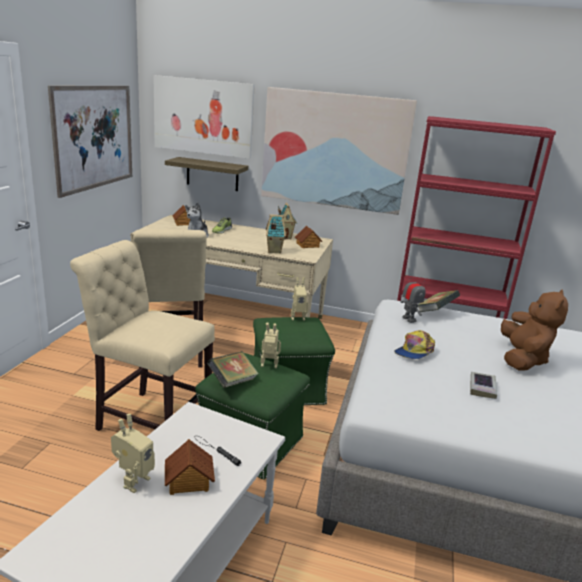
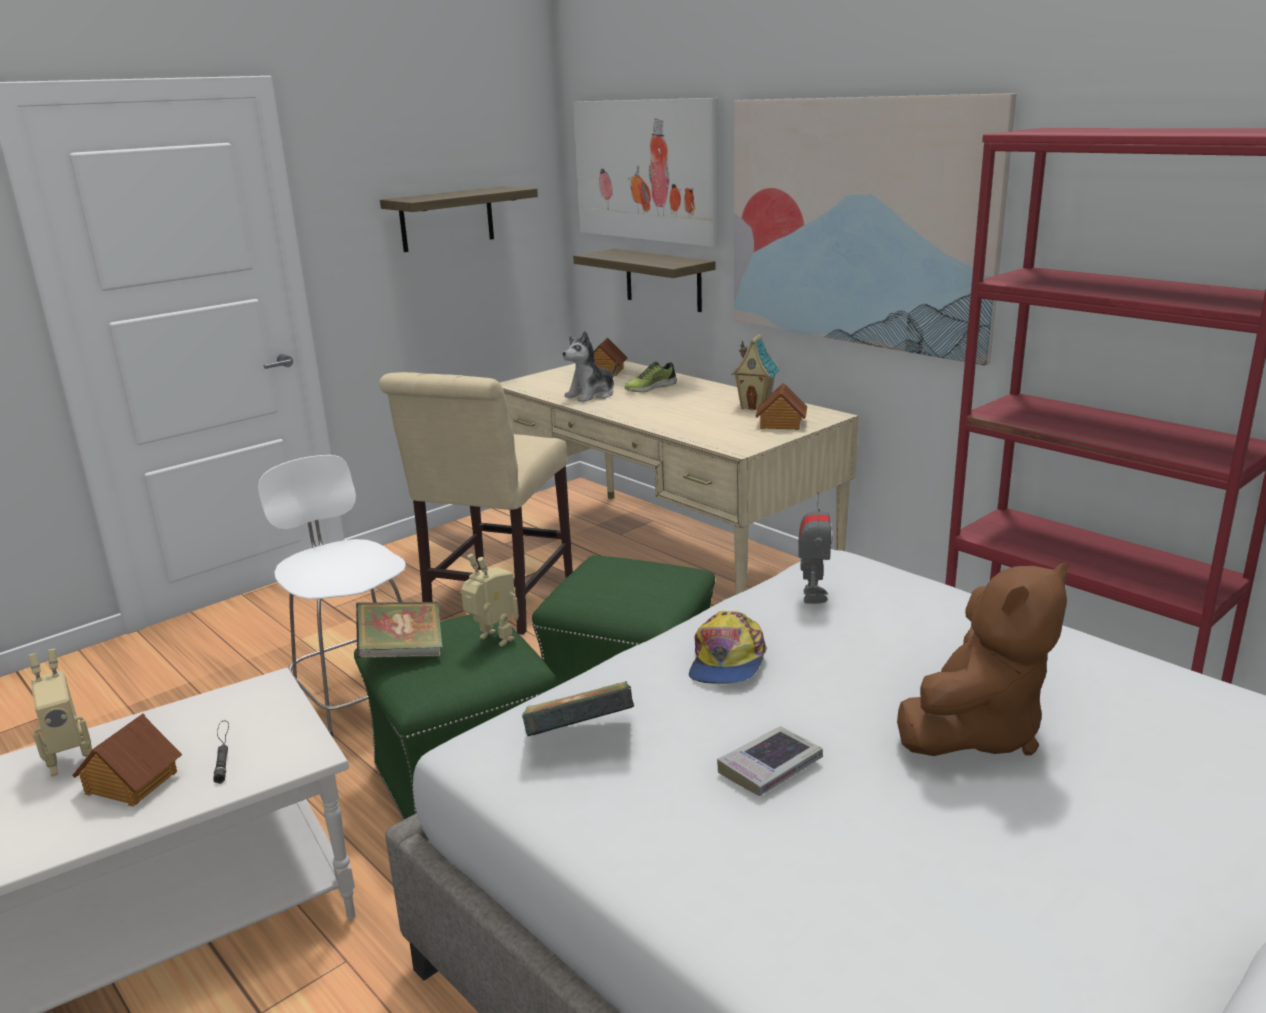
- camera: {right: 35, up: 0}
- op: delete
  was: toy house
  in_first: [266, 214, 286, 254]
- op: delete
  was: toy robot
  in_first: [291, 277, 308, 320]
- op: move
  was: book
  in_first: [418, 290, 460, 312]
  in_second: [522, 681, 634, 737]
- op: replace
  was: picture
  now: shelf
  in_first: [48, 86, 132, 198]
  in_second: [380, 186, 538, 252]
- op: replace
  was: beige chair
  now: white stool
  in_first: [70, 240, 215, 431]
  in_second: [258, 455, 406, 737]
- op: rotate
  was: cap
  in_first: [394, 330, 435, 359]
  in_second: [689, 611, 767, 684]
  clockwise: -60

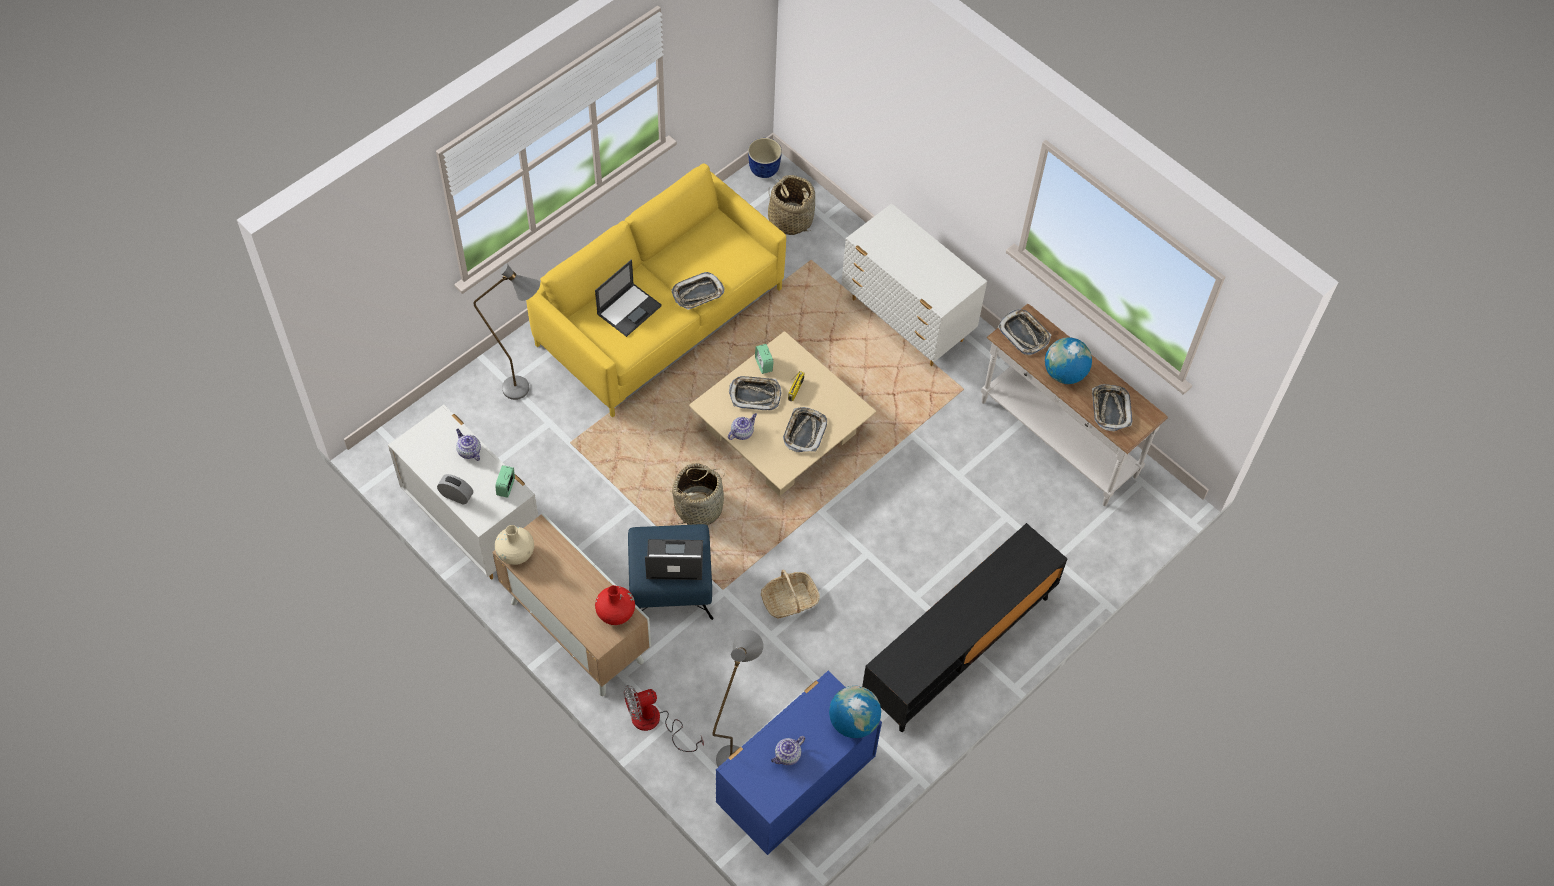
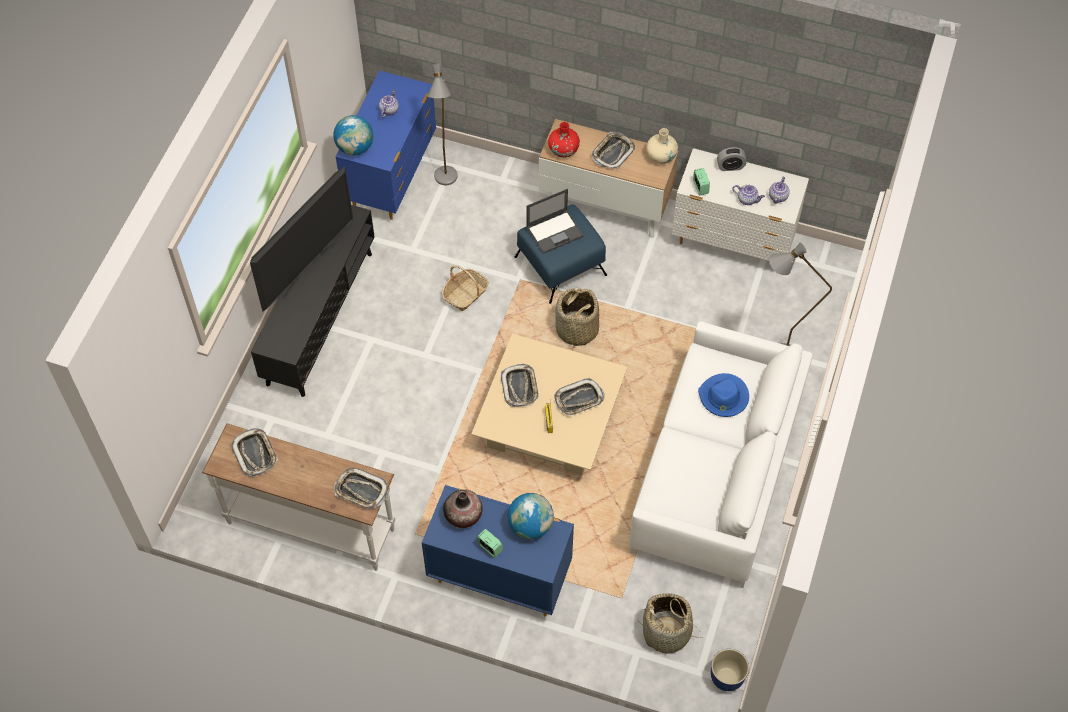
- camera: {right: 155, up: 0}
- op: delete
  was: fan
  in_first: [624, 685, 704, 752]
- op: insert
  now: television
  in_second: [250, 166, 353, 312]
- op: insert
  now: vase
  in_second: [443, 490, 483, 528]
- op: move
  was: tray
  in_first: [671, 272, 724, 310]
  in_second: [592, 132, 635, 169]
- op: move
  was: teapot
  in_first: [728, 413, 757, 440]
  in_second: [769, 177, 790, 204]
- op: move
  was: alarm clock
  in_first: [755, 344, 773, 374]
  in_second: [477, 529, 503, 558]
- op: move
  was: globe
  in_first: [1045, 337, 1092, 384]
  in_second: [508, 493, 554, 539]
- op: replace
  was: laptop
  now: blue hat
  in_first: [595, 259, 662, 337]
  in_second: [698, 373, 749, 417]
- op: recolor
  was: yellow sofa
  now: white sofa
  in_first: [526, 164, 786, 418]
  in_second: [629, 321, 813, 588]
- op: recolor
  was: white dresser
  now: blue dresser
  in_first: [841, 203, 987, 366]
  in_second: [422, 485, 574, 616]

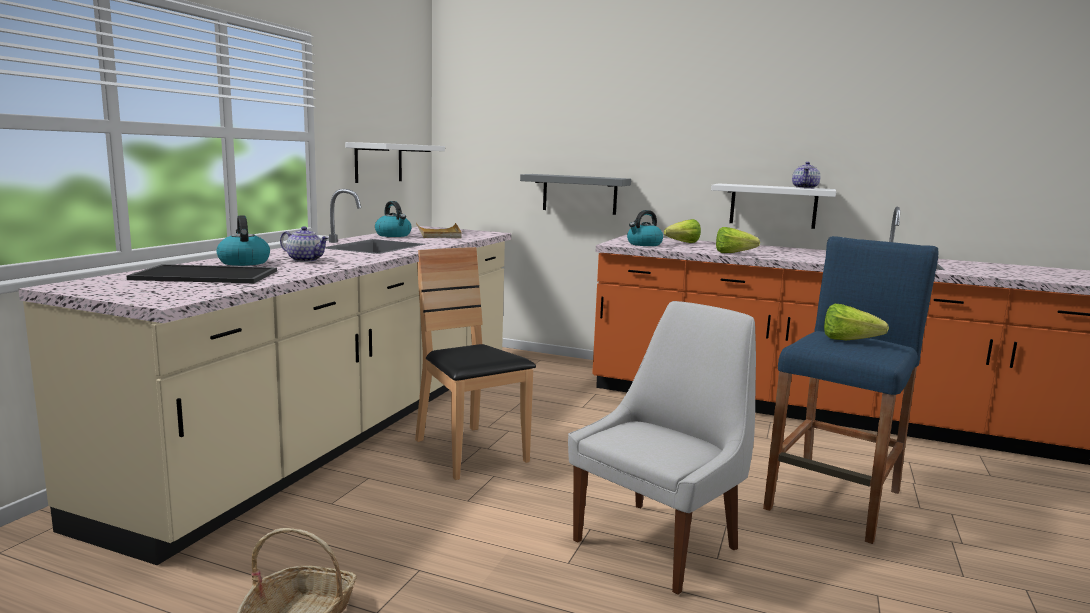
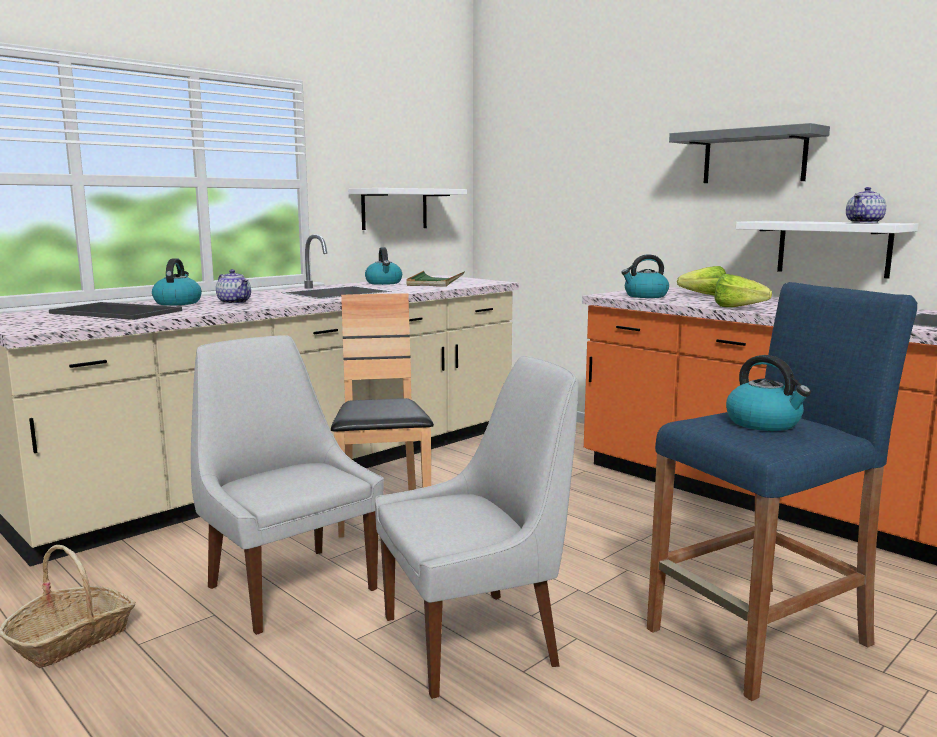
- camera: {right: 25, up: 0}
- op: insert
  now: white chair
  in_second: [191, 335, 384, 635]
- op: move
  was: grey shelf
  in_first: [520, 174, 631, 215]
  in_second: [669, 123, 830, 183]
- op: replace
  was: lettuce
  now: kettle
  in_first: [824, 304, 889, 340]
  in_second: [726, 355, 811, 431]
- op: recolor
  was: beige tray
  now: green tray
  in_first: [416, 223, 462, 238]
  in_second: [406, 271, 465, 287]

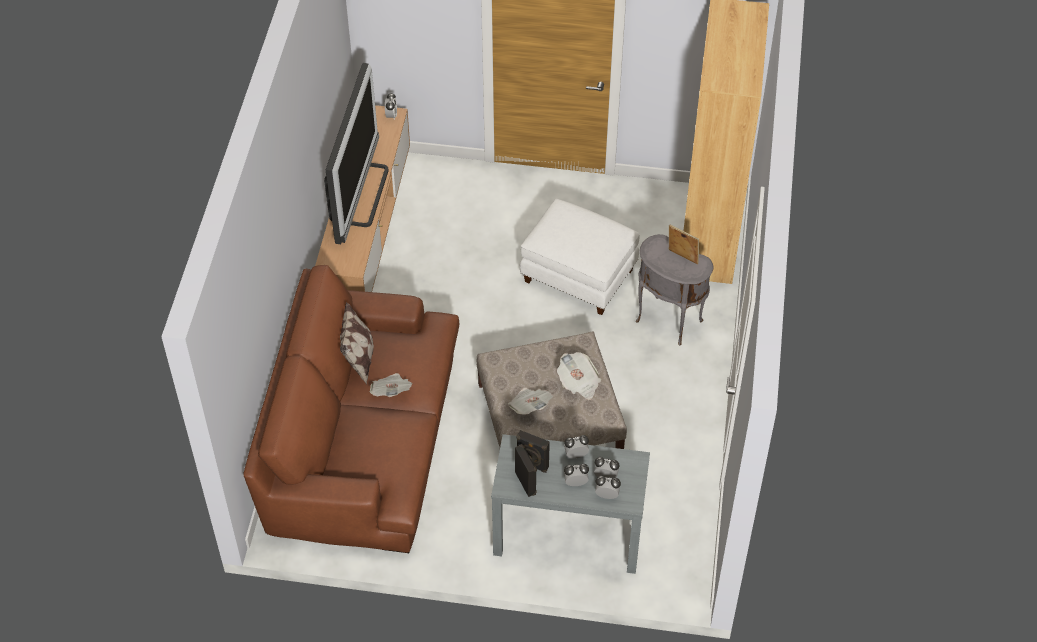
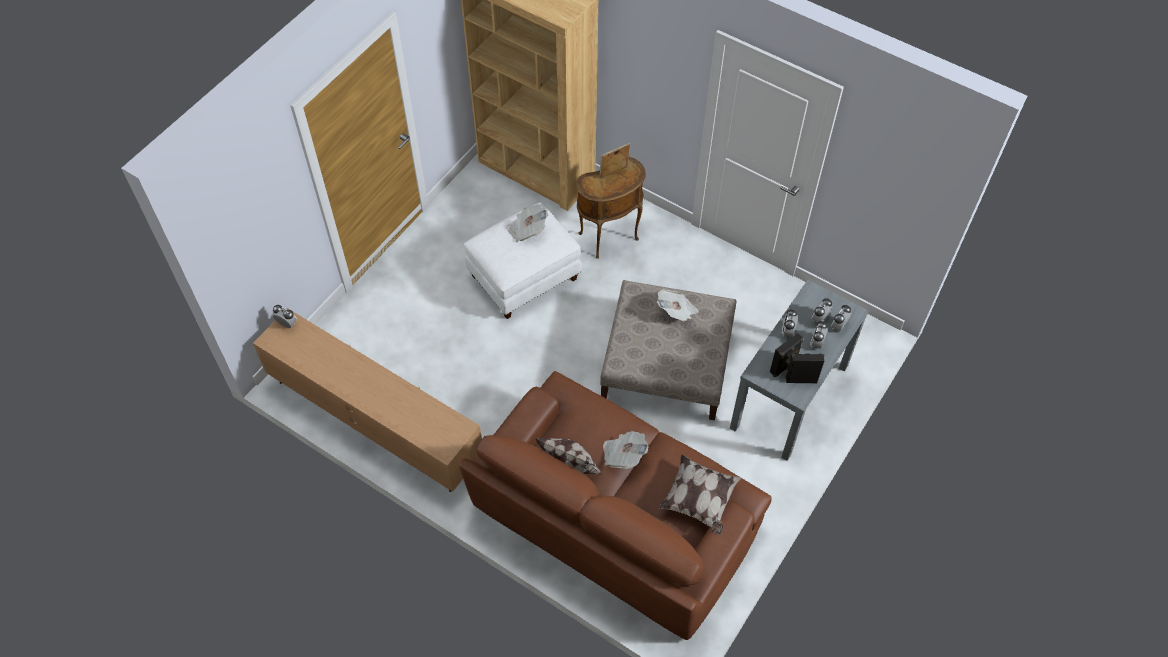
- camera: {right: -65, up: 5}
- op: delete
  was: television
  in_first: [324, 63, 389, 244]
- op: insert
  now: pillow
  in_second: [659, 454, 742, 534]
- op: move
  was: newspaper
  in_first: [508, 388, 553, 415]
  in_second: [506, 204, 548, 243]
- op: recolor
  was: grey side table
  now: brown side table
  in_first: [636, 234, 713, 346]
  in_second: [576, 157, 646, 259]

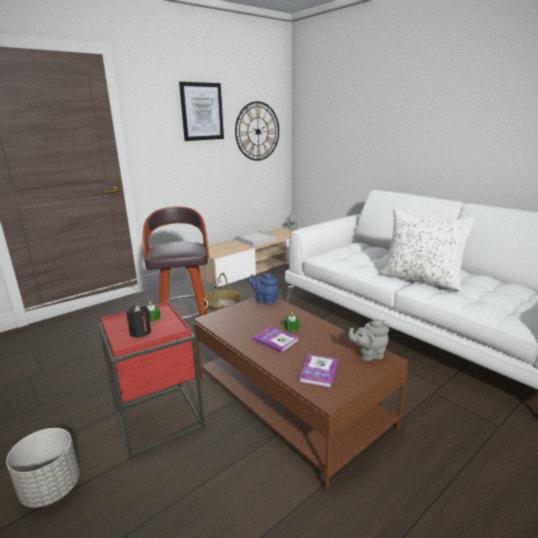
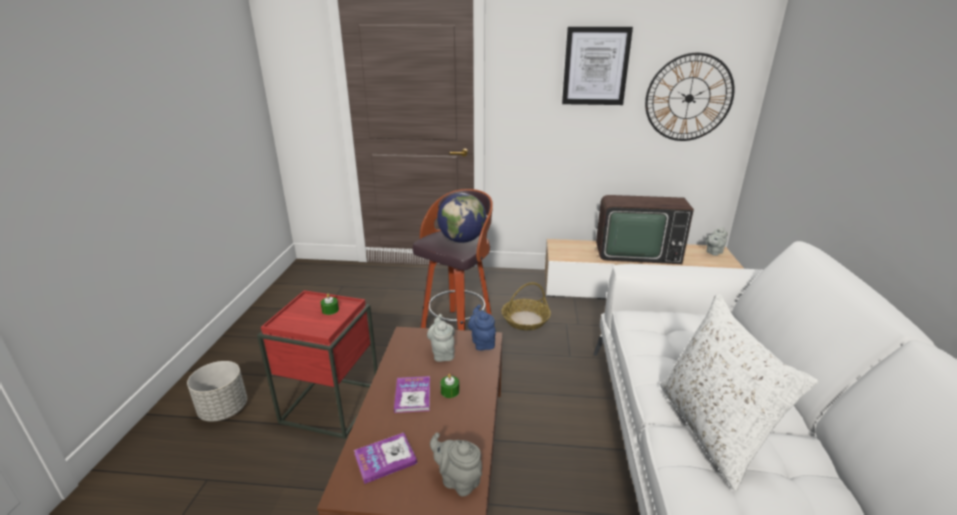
- camera: {right: 45, up: 5}
- op: delete
  was: black candle
  in_first: [126, 305, 151, 338]
- op: insert
  now: grey teapot
  in_second: [427, 314, 455, 362]
- op: insert
  now: globe
  in_second: [437, 193, 487, 243]
- op: replace
  was: white tray
  now: television
  in_first: [236, 230, 277, 247]
  in_second: [596, 195, 694, 264]

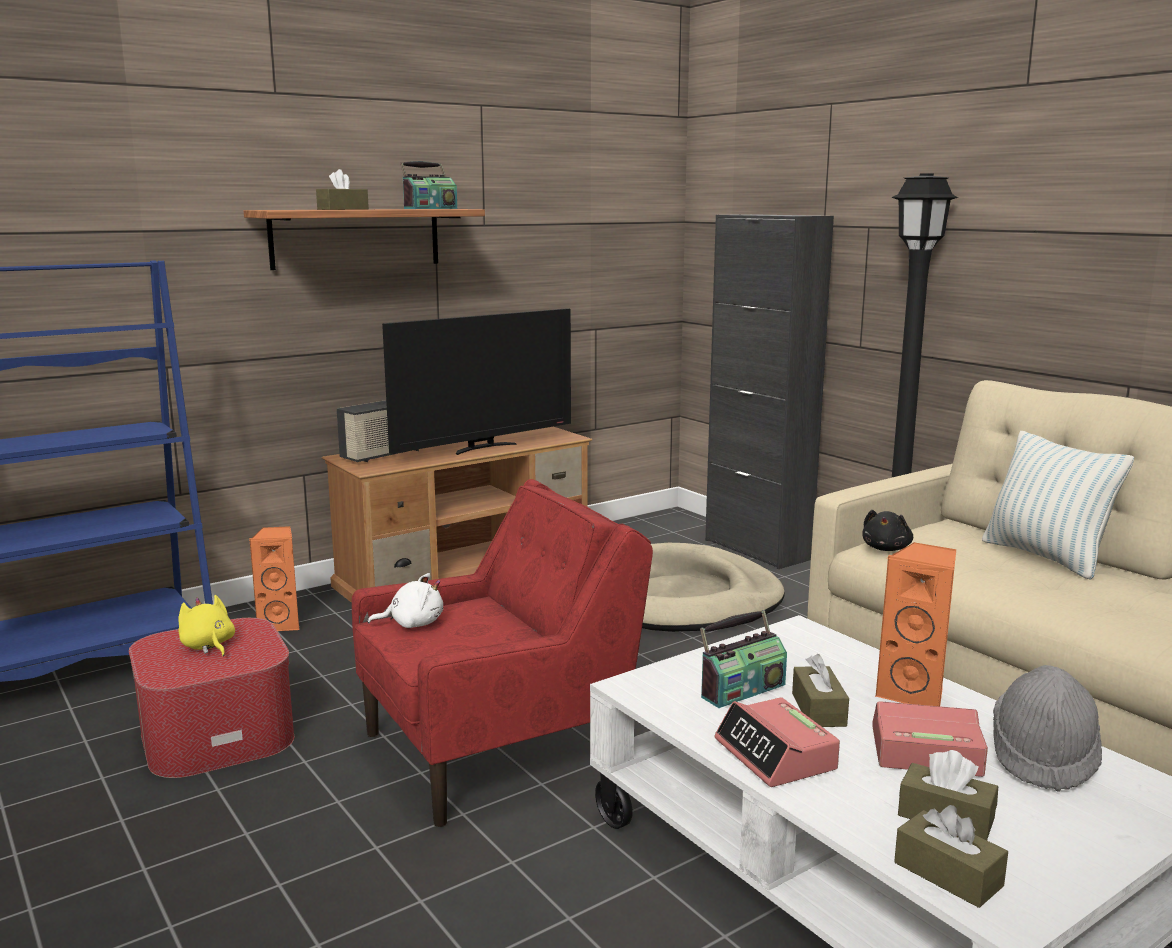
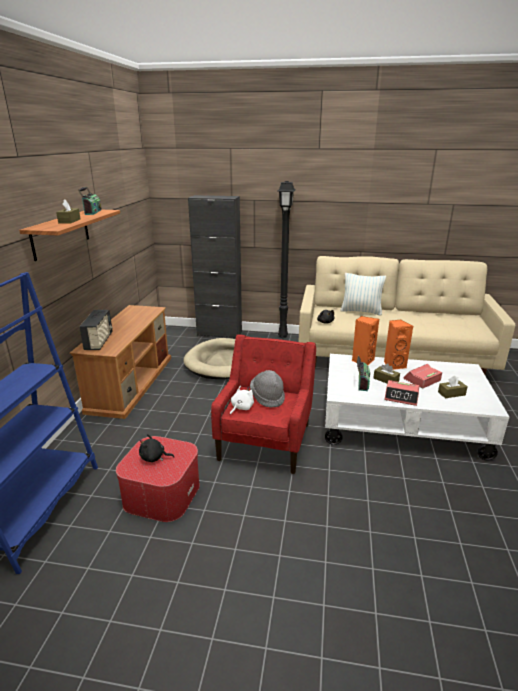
- camera: {right: -45, up: 10}
- op: delete
  was: television
  in_first: [382, 308, 571, 455]
- op: delete
  was: brown tissue box
  in_first: [894, 805, 1008, 908]
- op: move
  was: orange speaker
  in_first: [249, 526, 299, 631]
  in_second: [352, 316, 379, 365]
- op: move
  was: grey hat
  in_first: [993, 665, 1102, 792]
  in_second: [250, 370, 285, 408]
- op: recolor
  was: yellow plush toy
  now: black plush toy
  in_first: [178, 595, 235, 657]
  in_second: [139, 434, 174, 462]

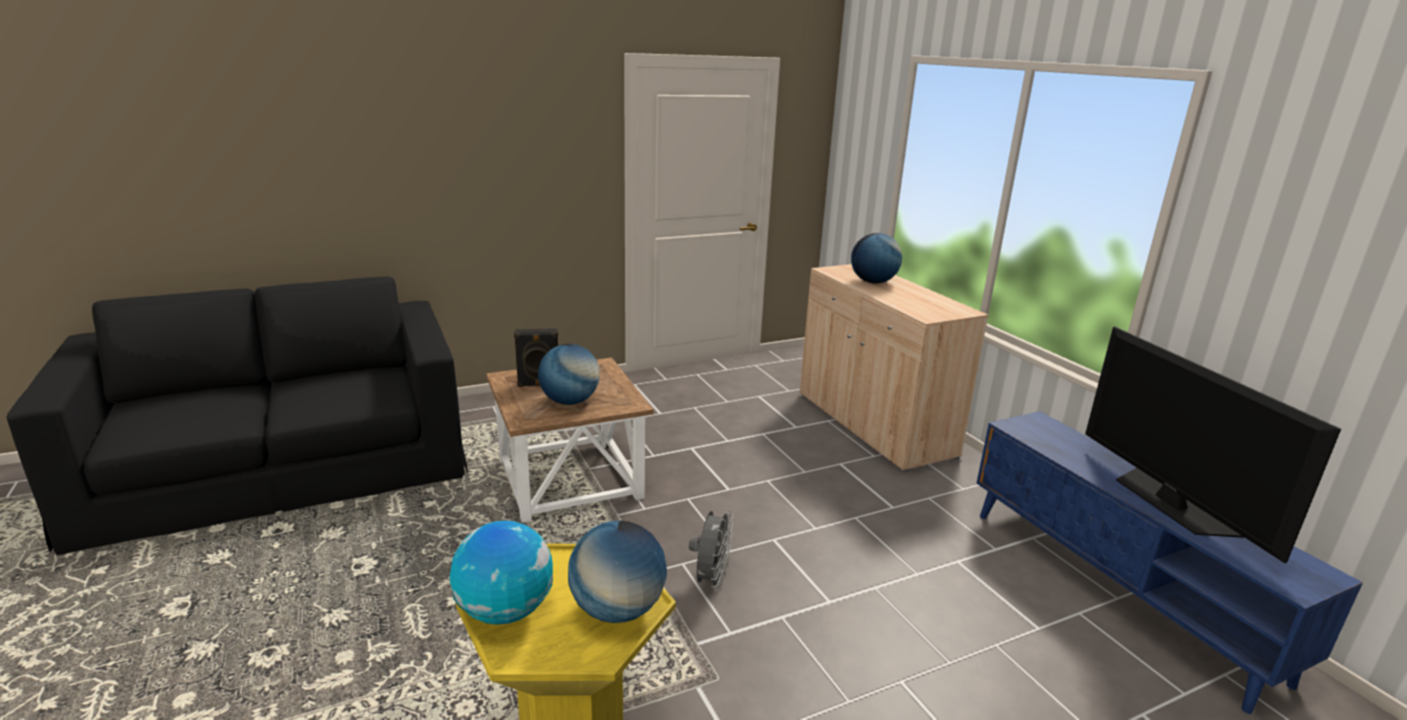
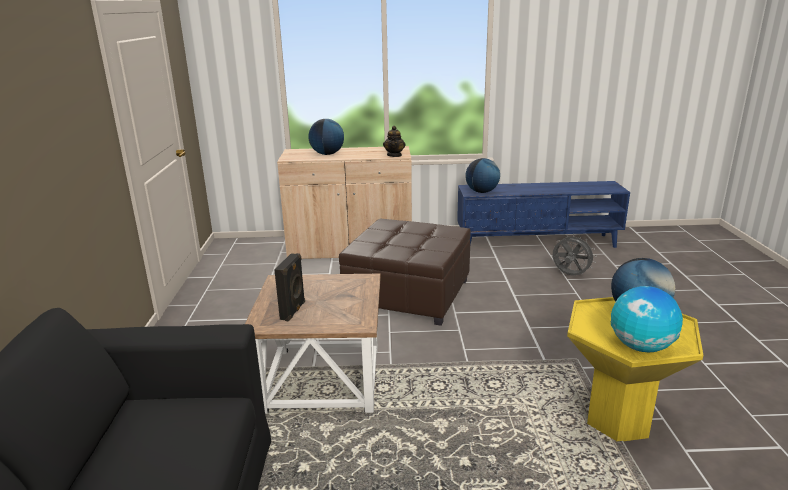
- camera: {right: -65, up: 0}
- op: delete
  was: television
  in_first: [1085, 327, 1341, 563]
- op: insert
  now: brown ottoman
  in_second: [339, 218, 471, 326]
- op: insert
  now: teapot
  in_second: [383, 126, 406, 157]
- op: move
  was: globe
  in_first: [538, 344, 600, 405]
  in_second: [465, 158, 500, 193]
- op: move
  was: grey fan
  in_first: [689, 509, 733, 591]
  in_second: [552, 234, 596, 276]

